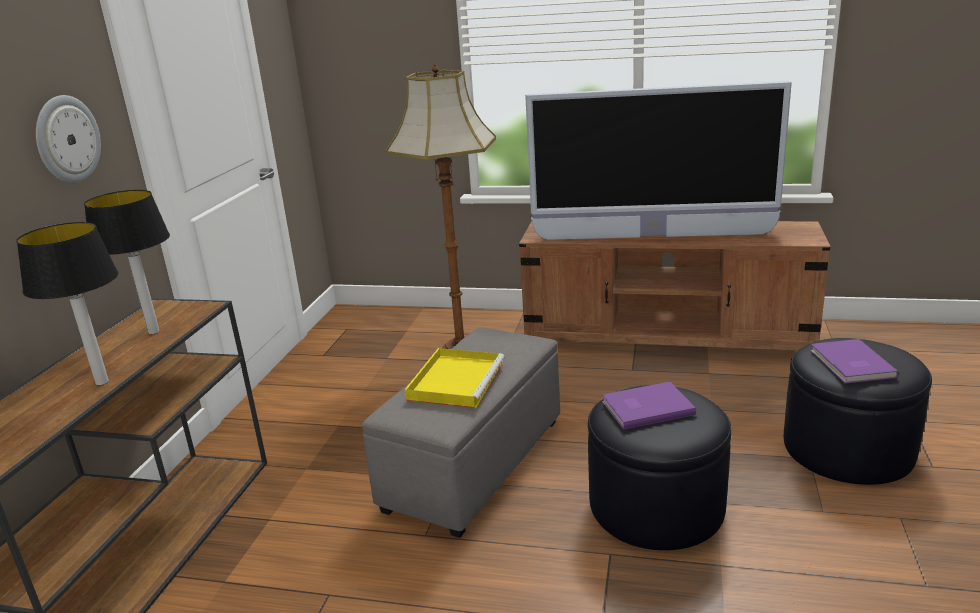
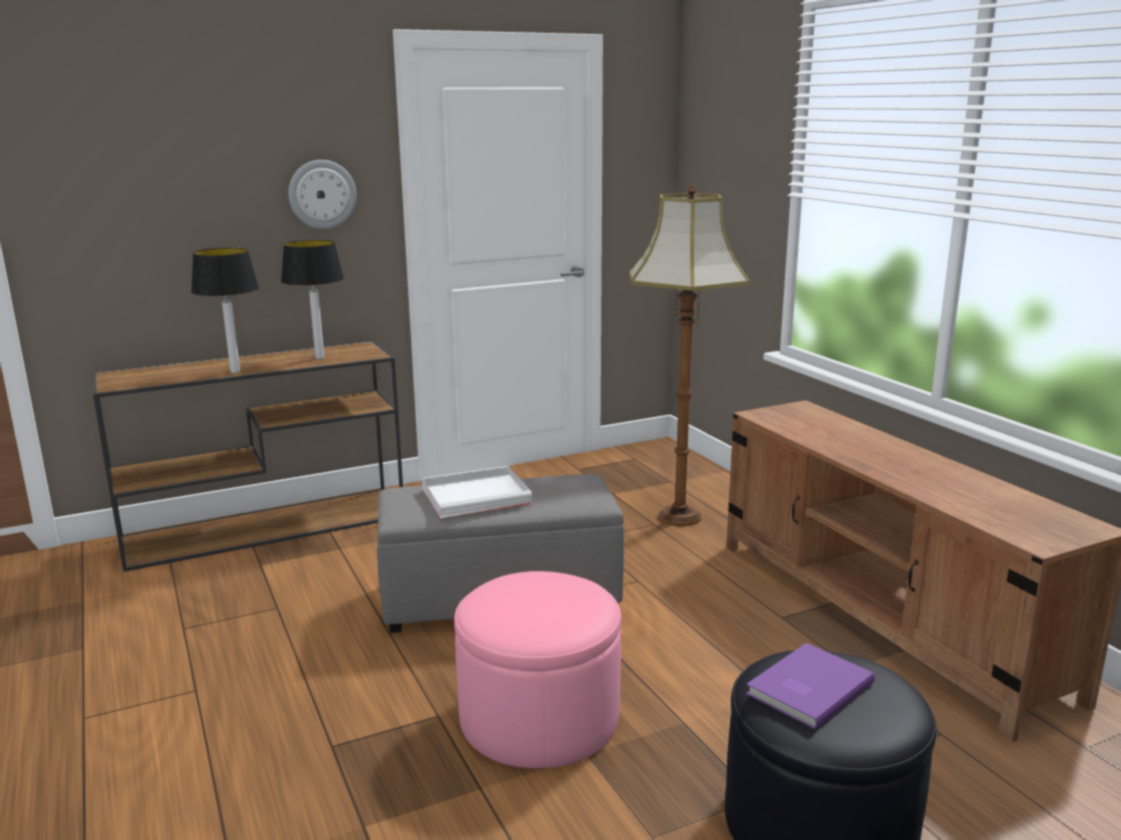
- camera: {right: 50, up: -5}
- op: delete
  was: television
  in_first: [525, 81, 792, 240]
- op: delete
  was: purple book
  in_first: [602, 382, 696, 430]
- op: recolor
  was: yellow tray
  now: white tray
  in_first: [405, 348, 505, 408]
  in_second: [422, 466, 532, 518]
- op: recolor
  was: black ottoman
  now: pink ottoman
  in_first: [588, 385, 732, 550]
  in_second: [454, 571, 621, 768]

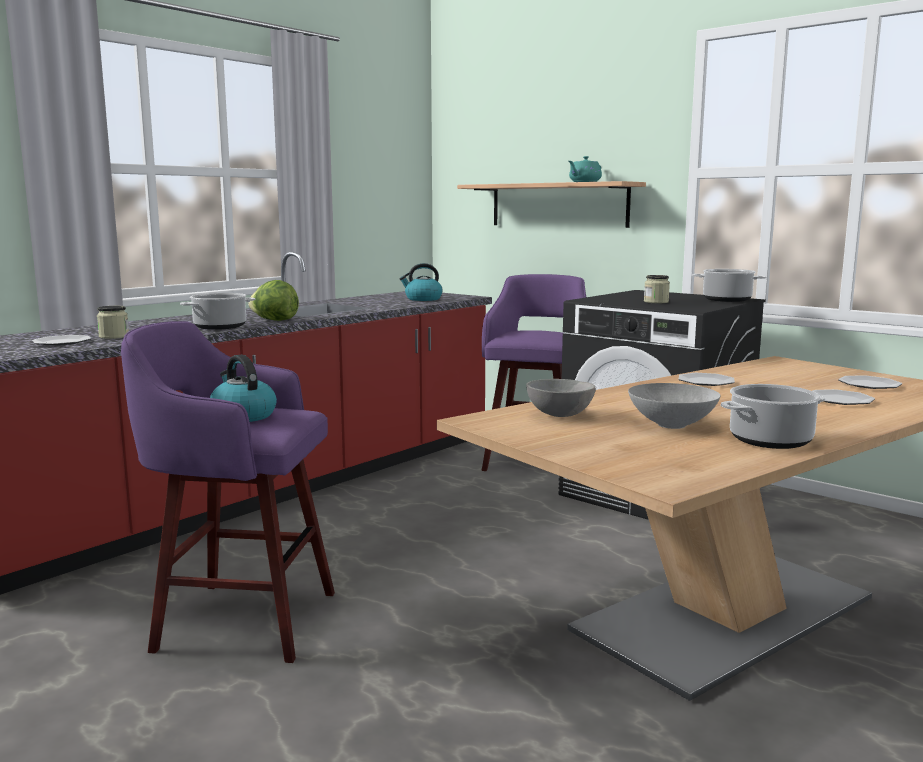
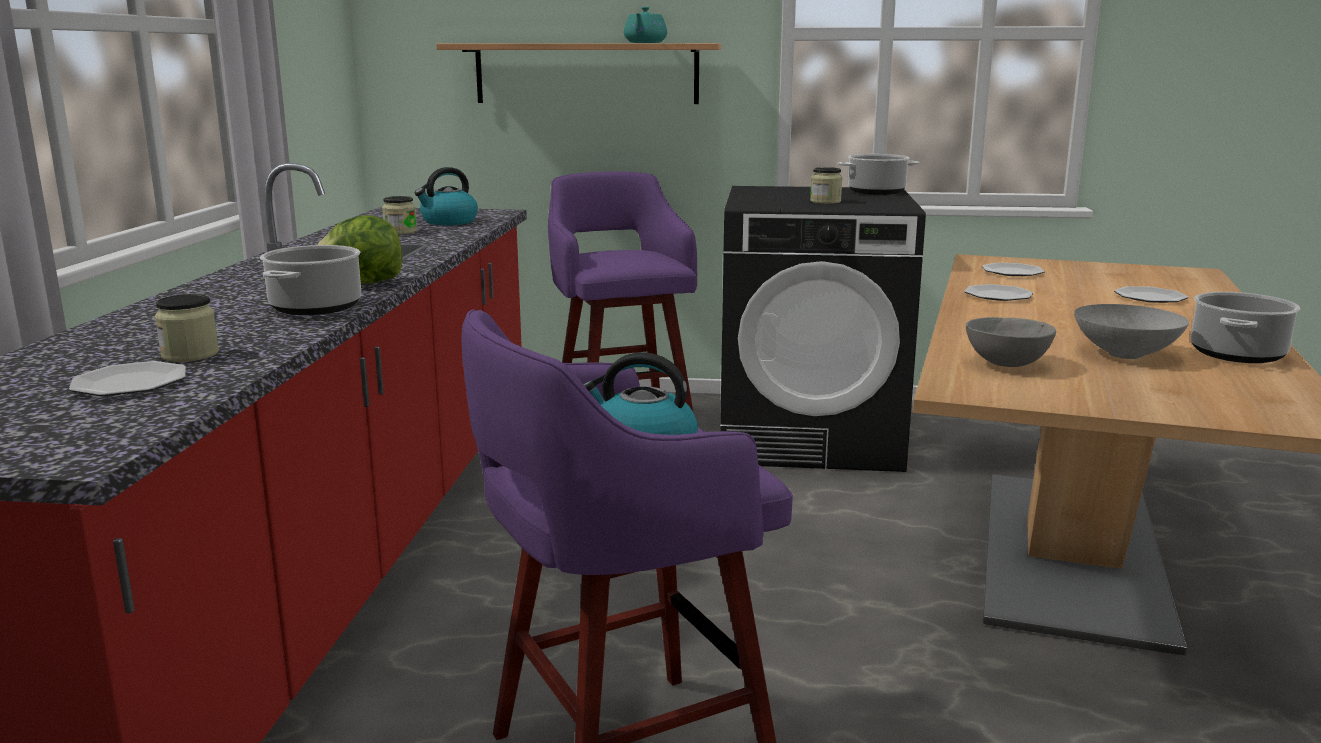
- camera: {right: -35, up: 5}
- op: insert
  now: jar
  in_second: [382, 196, 417, 235]
- op: move
  was: plate
  in_first: [838, 375, 902, 389]
  in_second: [982, 263, 1045, 276]

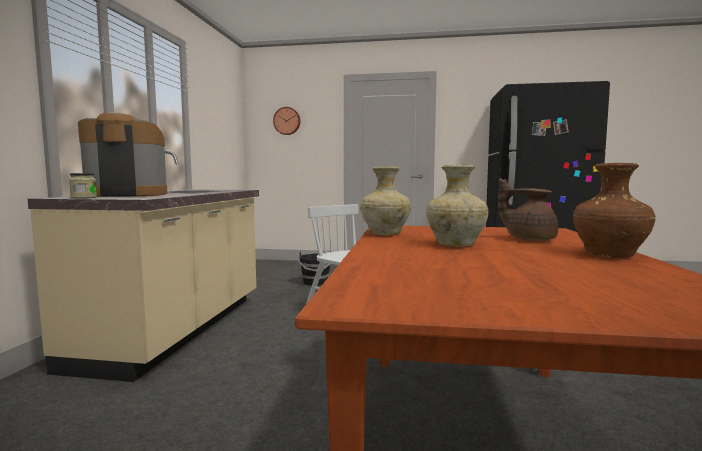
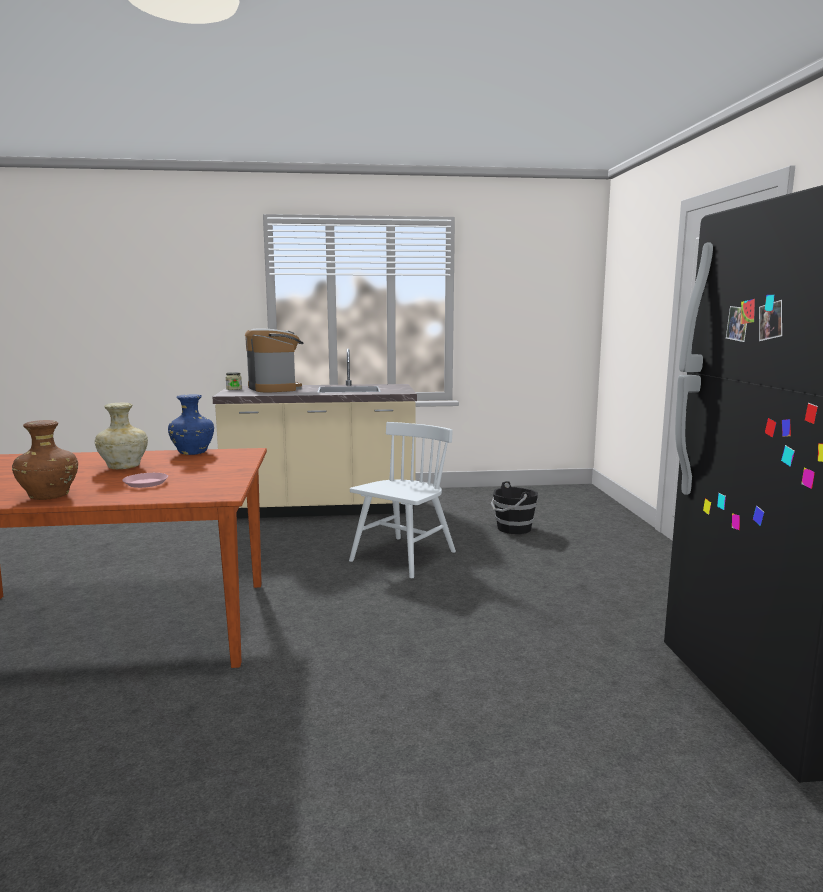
- camera: {right: 75, up: 5}
- op: delete
  was: wall clock
  in_first: [273, 107, 300, 135]
- op: replace
  was: brown teapot
  now: pink plate
  in_first: [498, 178, 558, 241]
  in_second: [122, 473, 168, 488]
- op: recolor
  was: beige vase
  now: blue vase
  in_first: [360, 166, 411, 235]
  in_second: [168, 394, 214, 455]

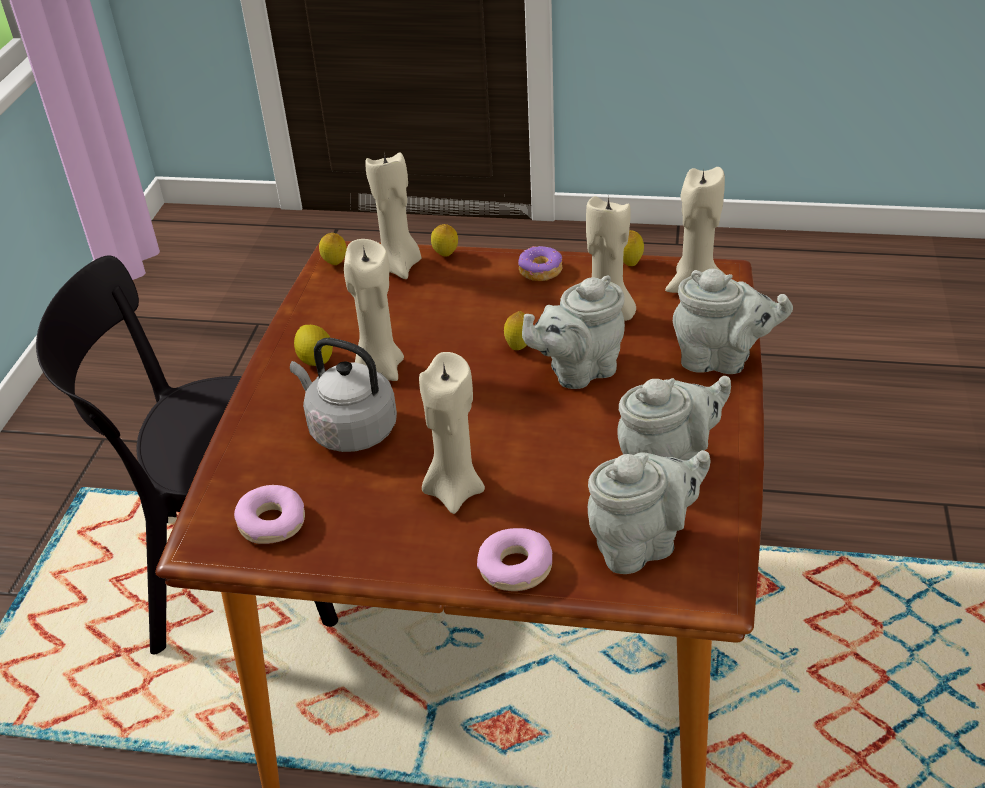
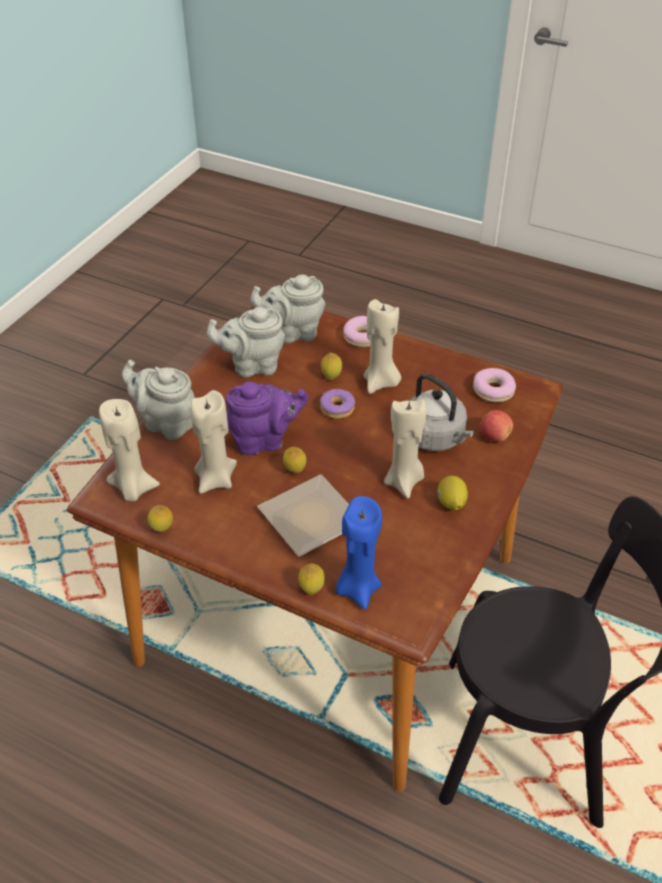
- camera: {right: -165, up: 5}
- op: insert
  now: plate
  in_second: [257, 474, 349, 557]
- op: insert
  now: apple
  in_second: [480, 410, 513, 442]
- op: move
  was: lemon
  in_first: [319, 233, 347, 265]
  in_second: [321, 352, 342, 380]
- op: move
  was: donut
  in_first: [518, 246, 562, 281]
  in_second: [320, 389, 355, 419]
- op: recolor
  was: beige candle
  now: blue candle
  in_first: [365, 153, 422, 279]
  in_second: [336, 496, 382, 610]
- op: recolor
  was: grey teapot
  now: purple teapot
  in_first: [522, 275, 625, 389]
  in_second: [226, 382, 309, 455]

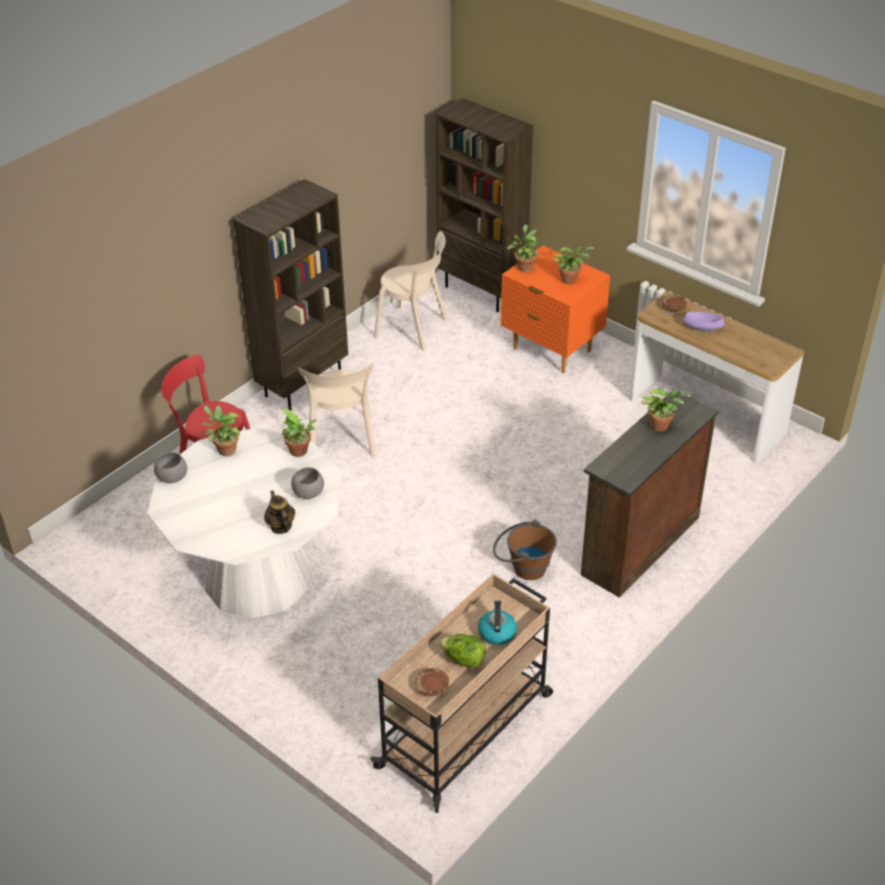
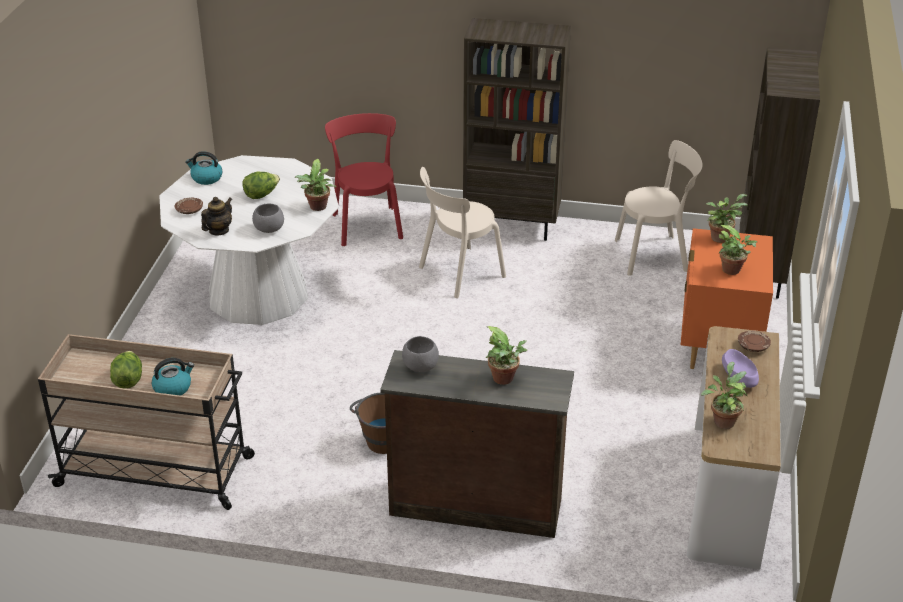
- camera: {right: 60, up: -5}
- op: insert
  now: kettle
  in_second: [185, 151, 223, 185]
- op: insert
  now: lettuce
  in_second: [242, 172, 280, 199]
- op: move
  was: grey bowl
  in_first: [154, 452, 187, 483]
  in_second: [402, 336, 439, 372]
- op: move
  was: potted plant
  in_first: [203, 406, 240, 456]
  in_second: [701, 362, 748, 429]
- op: move
  was: brown plate
  in_first: [415, 668, 449, 697]
  in_second: [175, 198, 203, 214]
- op: rotate
  was: beige chair
  in_first: [374, 231, 447, 351]
  in_second: [615, 140, 702, 276]
  clockwise: -90

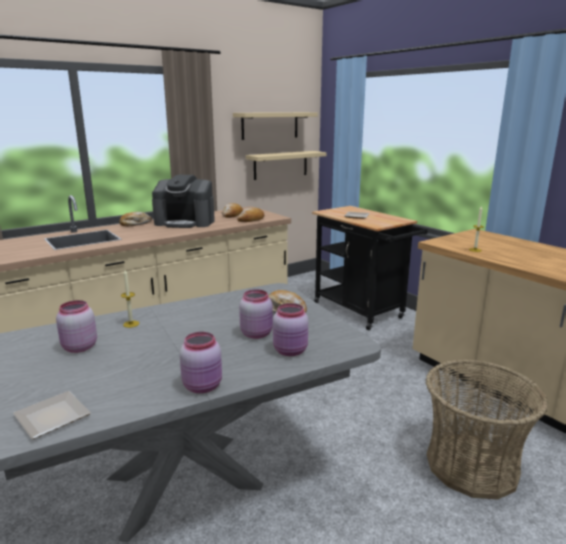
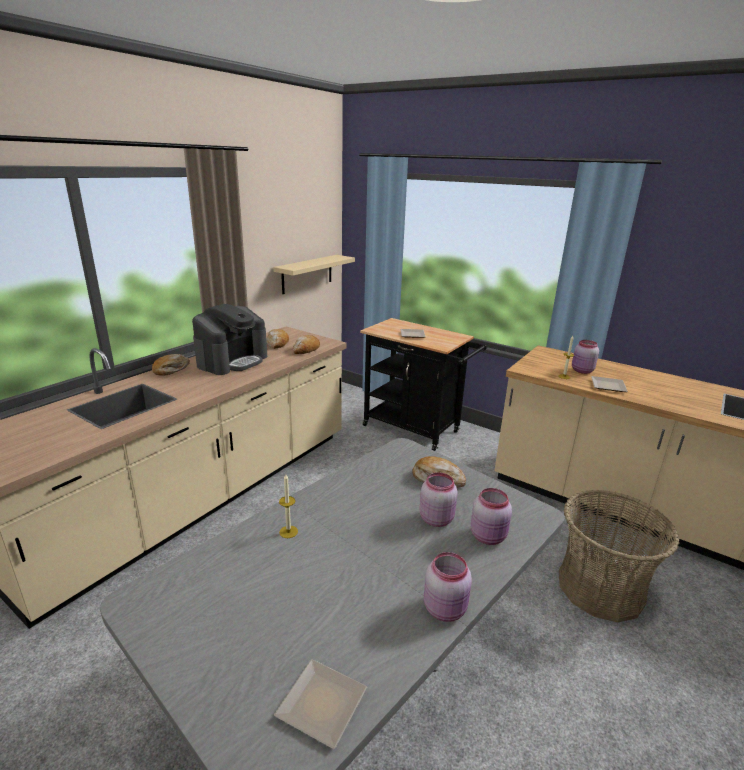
- camera: {right: -20, up: 5}
- op: delete
  was: beige shelf
  in_first: [233, 112, 318, 140]
- op: insert
  now: plate
  in_second: [591, 376, 628, 392]
- op: move
  was: pink jar
  in_first: [56, 300, 97, 353]
  in_second: [572, 340, 599, 374]
- op: rotate
  was: coffee machine
  in_first: [152, 175, 215, 228]
  in_second: [192, 304, 267, 375]
  clockwise: -45

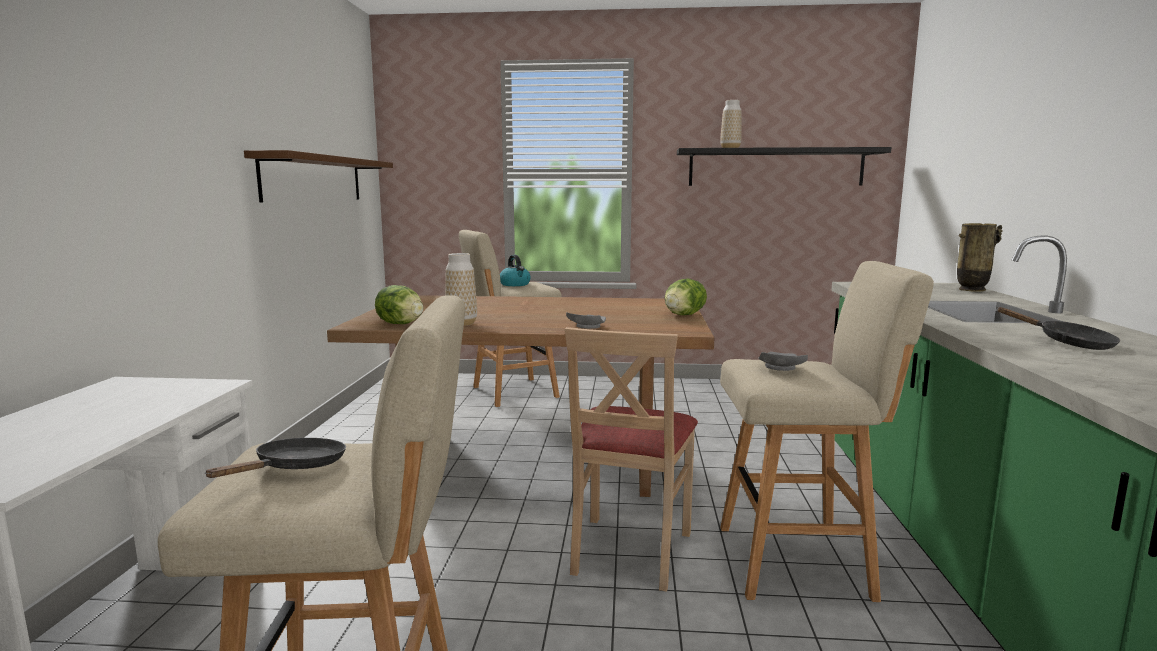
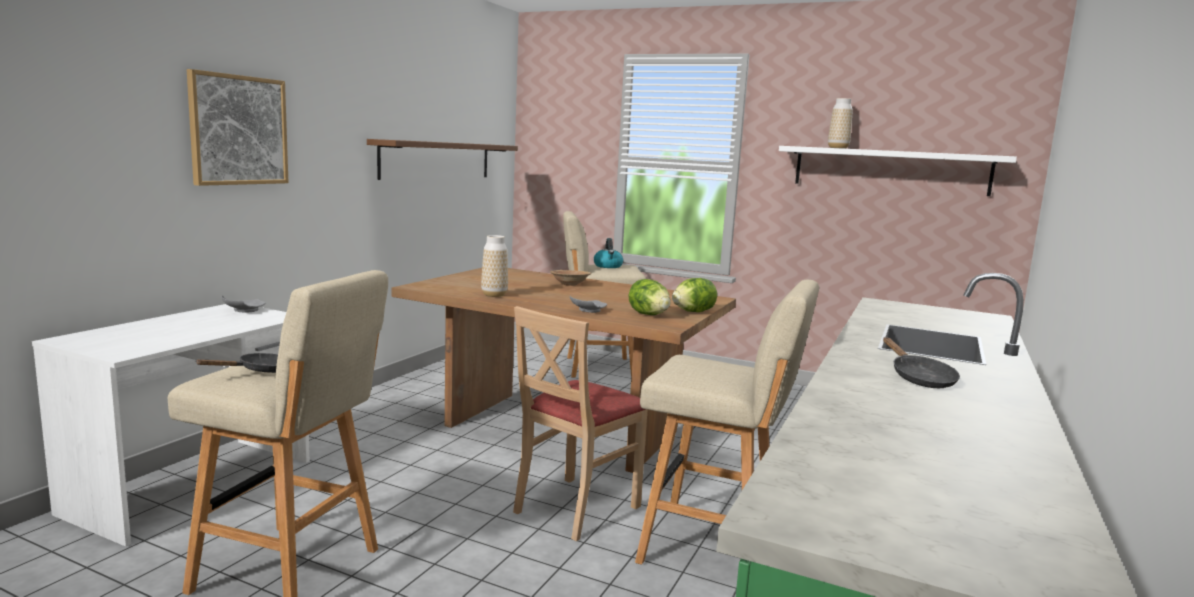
- camera: {right: 20, up: 0}
- op: delete
  was: vase
  in_first: [957, 223, 1003, 292]
- op: insert
  now: picture
  in_second: [187, 69, 289, 186]
- op: insert
  now: brown bowl
  in_second: [550, 270, 591, 286]
- op: move
  was: lettuce
  in_first: [375, 285, 424, 324]
  in_second: [628, 279, 671, 315]
- op: move
  was: grey plate
  in_first: [758, 352, 808, 371]
  in_second: [221, 296, 266, 313]
- op: recolor
  was: black shelf
  now: white shelf
  in_first: [677, 147, 891, 186]
  in_second: [779, 146, 1017, 196]

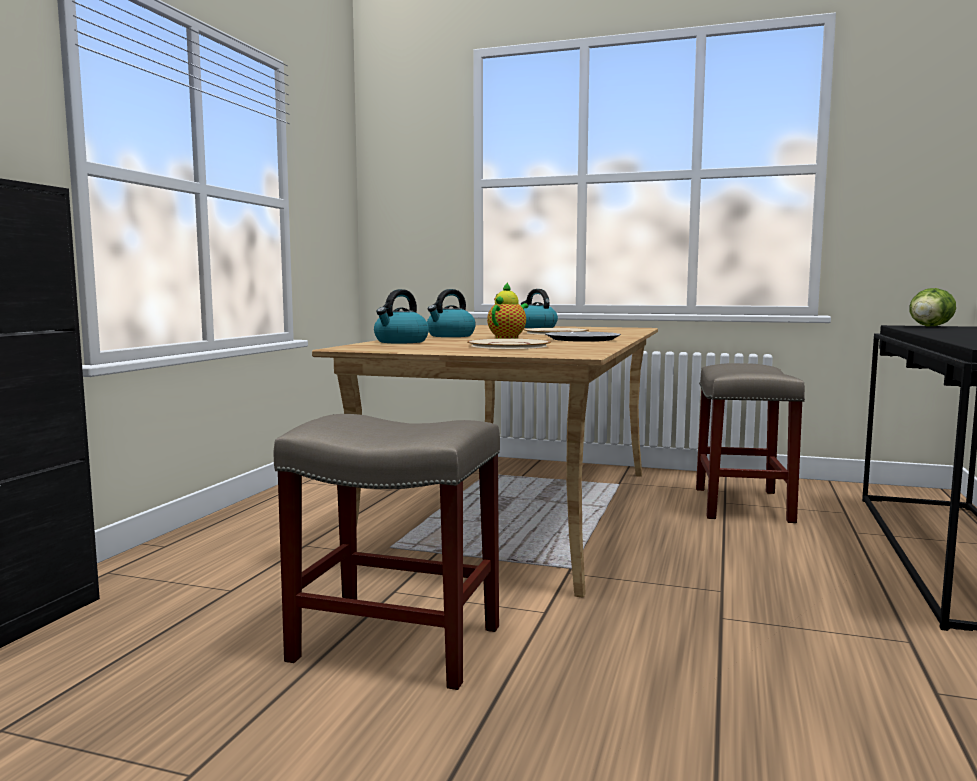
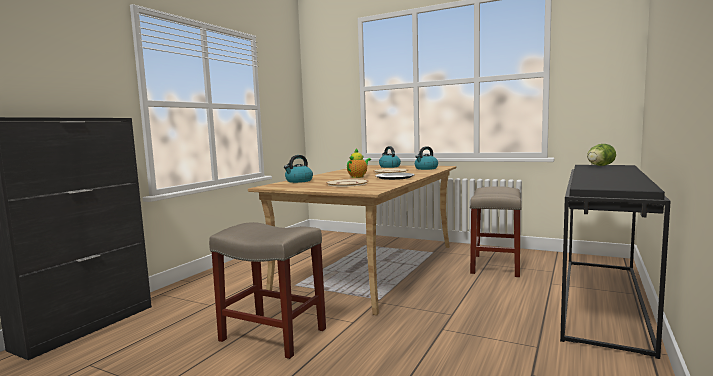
- camera: {right: 10, up: 0}
- op: move
  was: kettle
  in_first: [427, 289, 476, 337]
  in_second: [415, 146, 438, 170]

